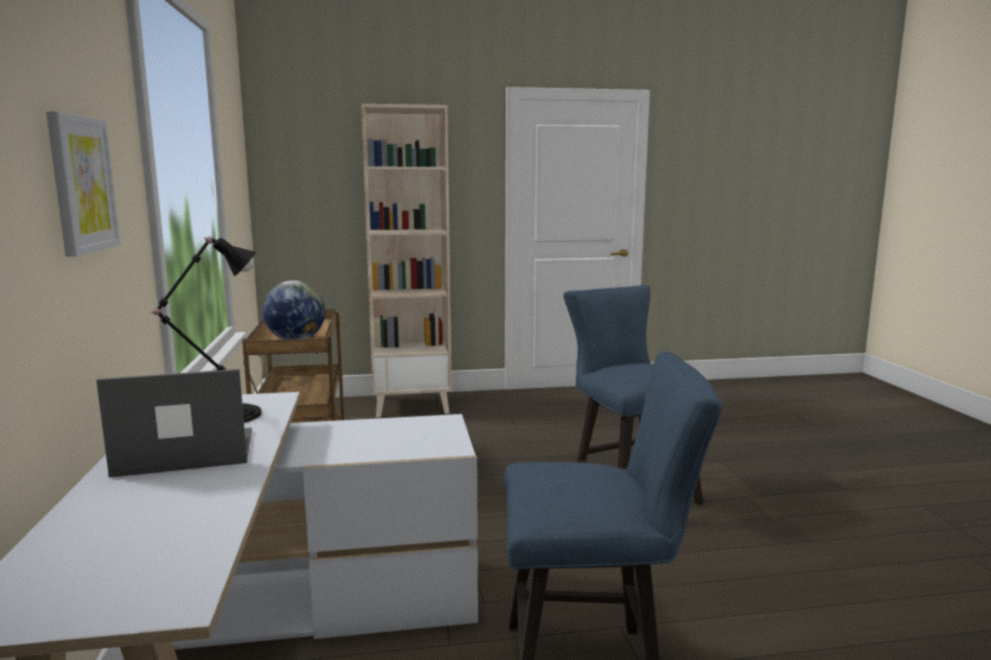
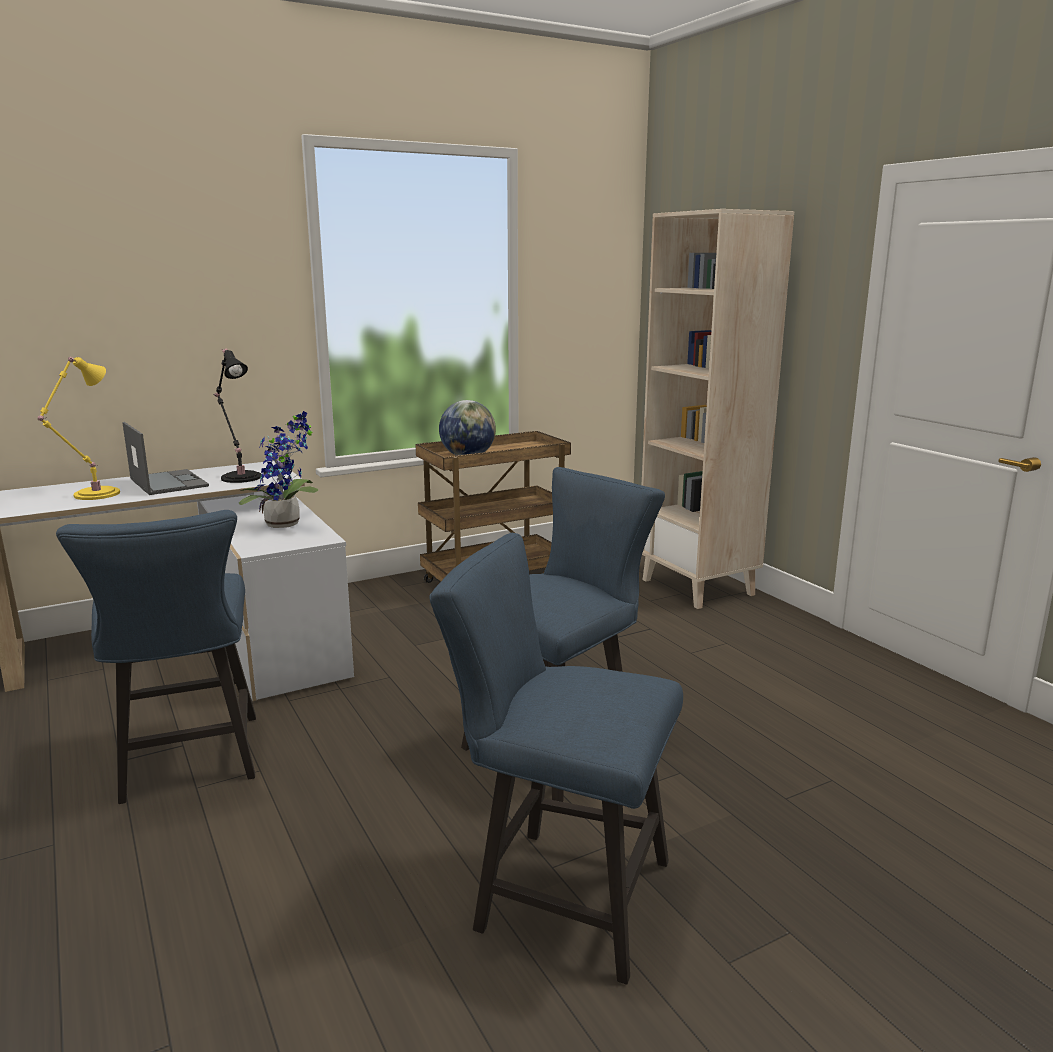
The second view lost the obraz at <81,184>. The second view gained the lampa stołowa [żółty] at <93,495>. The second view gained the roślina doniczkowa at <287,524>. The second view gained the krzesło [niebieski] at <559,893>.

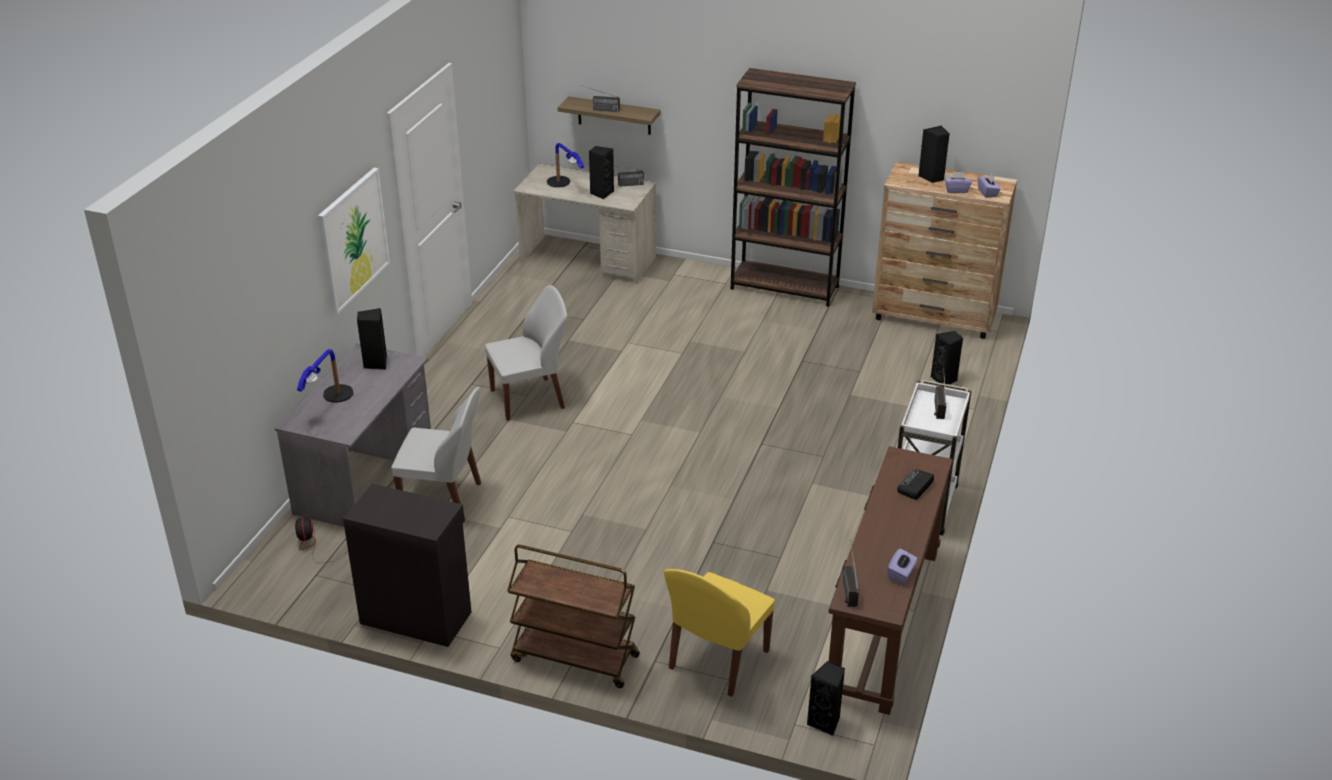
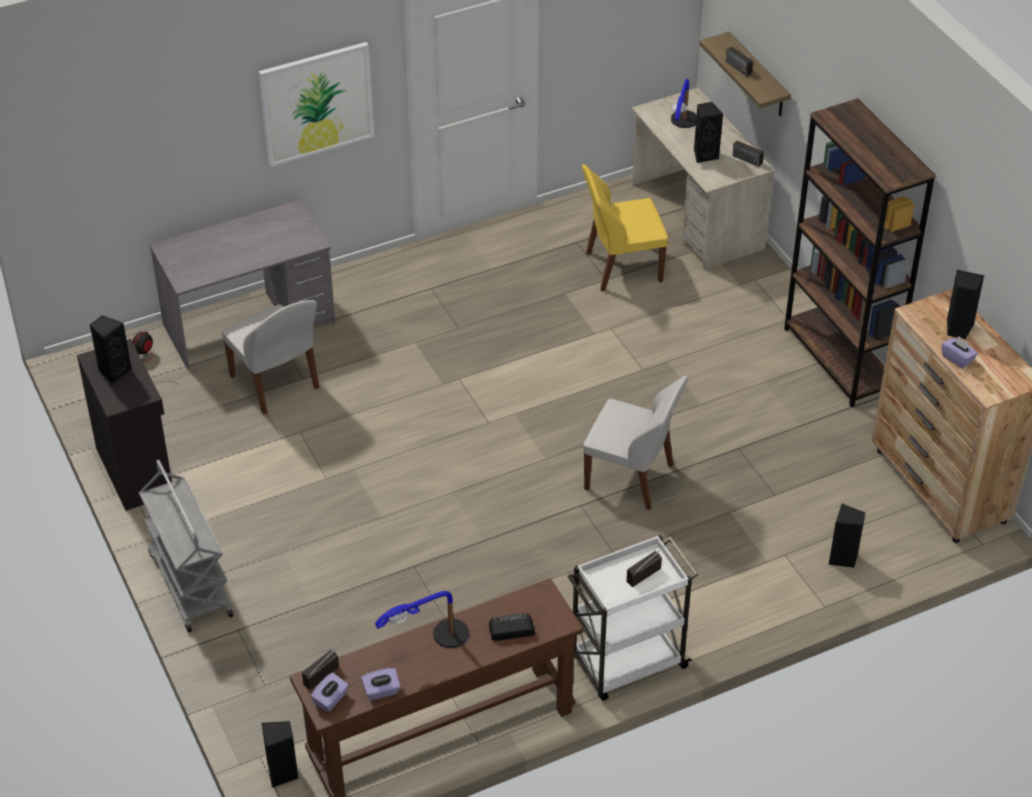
The lampa stołowa ended up elsewhere, having gone from <330,403> to <432,641>. The głośnik [czarny] ended up elsewhere, having gone from <375,363> to <114,372>. The krzesło [biały] ended up elsewhere, having gone from <530,399> to <631,478>. What was the wózek [brązowy] at <574,658> turned into the wózek [szary] at <190,584>. The krzesło [żółty] ended up elsewhere, having gone from <717,661> to <621,267>. The pudełko chusteczek [fioletowy] ended up elsewhere, having gone from <987,193> to <330,699>.

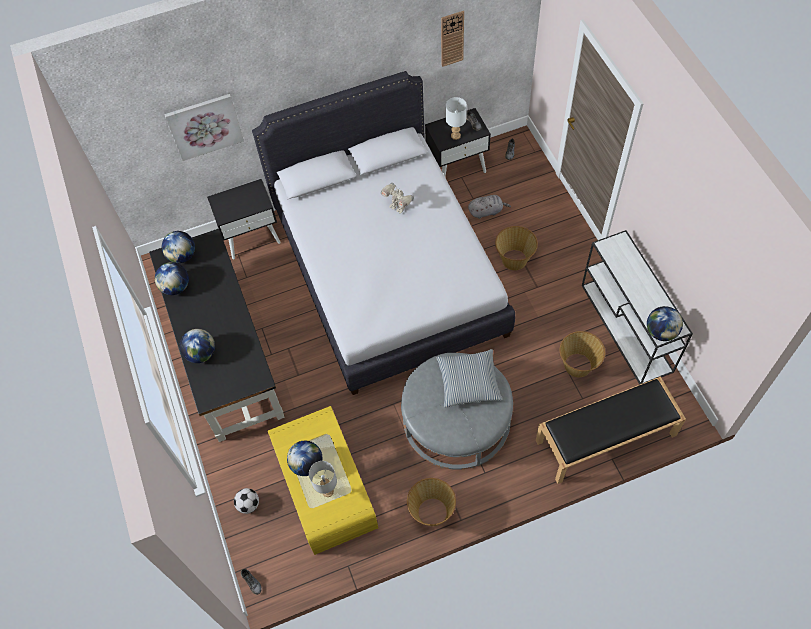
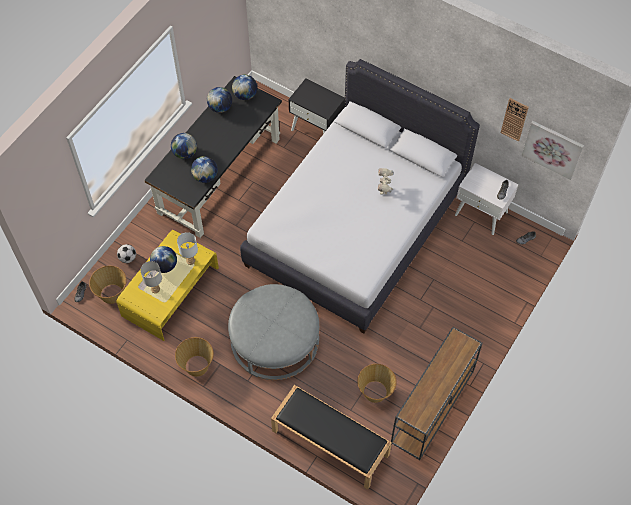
The obraz ended up elsewhere, having gone from <204,126> to <552,149>. What was the szafka nocna [czarny] at <457,166> turned into the szafka nocna [biały] at <481,213>. The second view lost the poduszka at <468,382>. The lampa stołowa [biały] ended up elsewhere, having gone from <455,136> to <190,261>. The second view lost the pluszak [szary] at <486,211>. The koszyk ended up elsewhere, having gone from <514,259> to <112,294>. What was the stolik konsolowy [biały] at <627,328> turned into the stolik konsolowy [brązowy] at <432,408>. The globus ended up elsewhere, having gone from <661,332> to <205,176>.

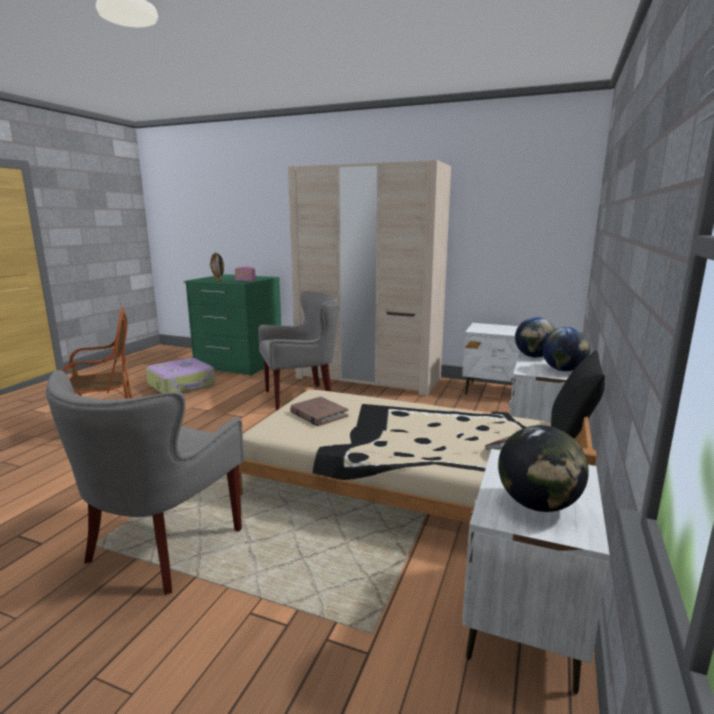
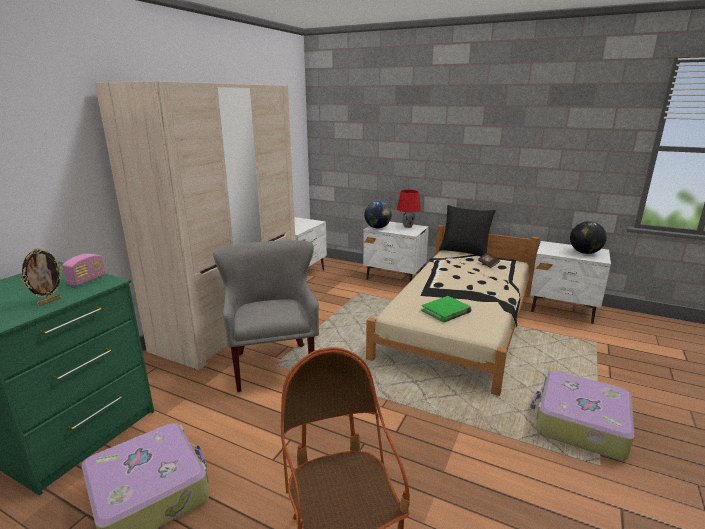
Where the fotel [szary] stood at <161,547>, the walizka came to stand at <579,424>. What was the książka [brązowy] at <318,414> turned into the książka [zielony] at <446,311>. Where the globus stood at <563,370>, the lampa stołowa [czerwony] came to stand at <407,226>.

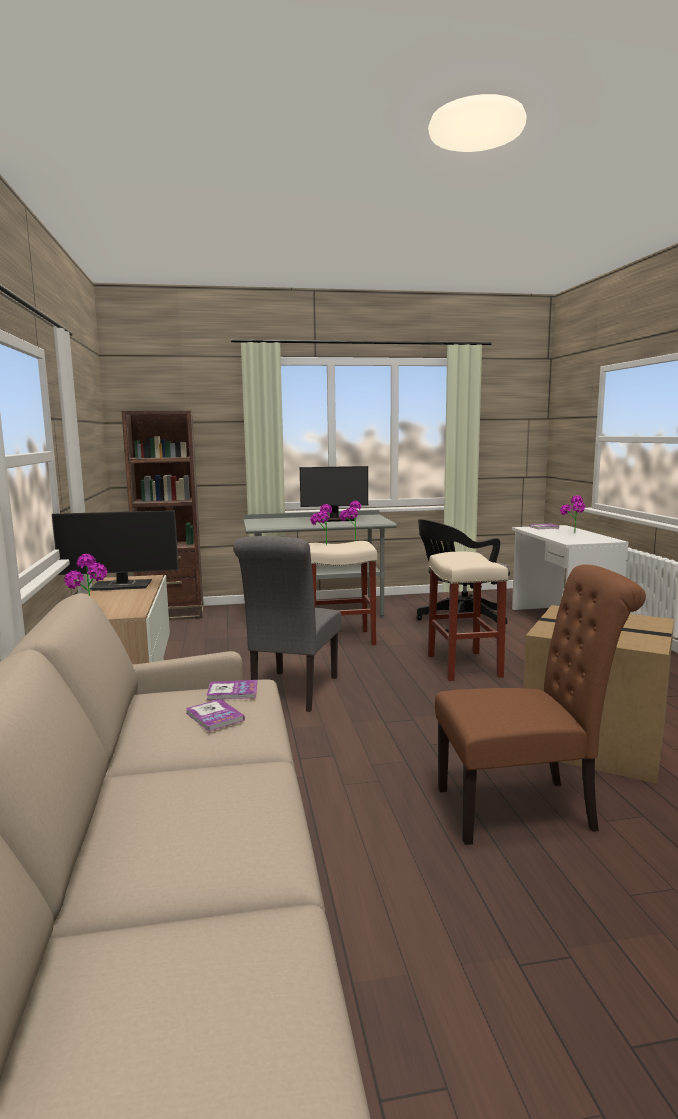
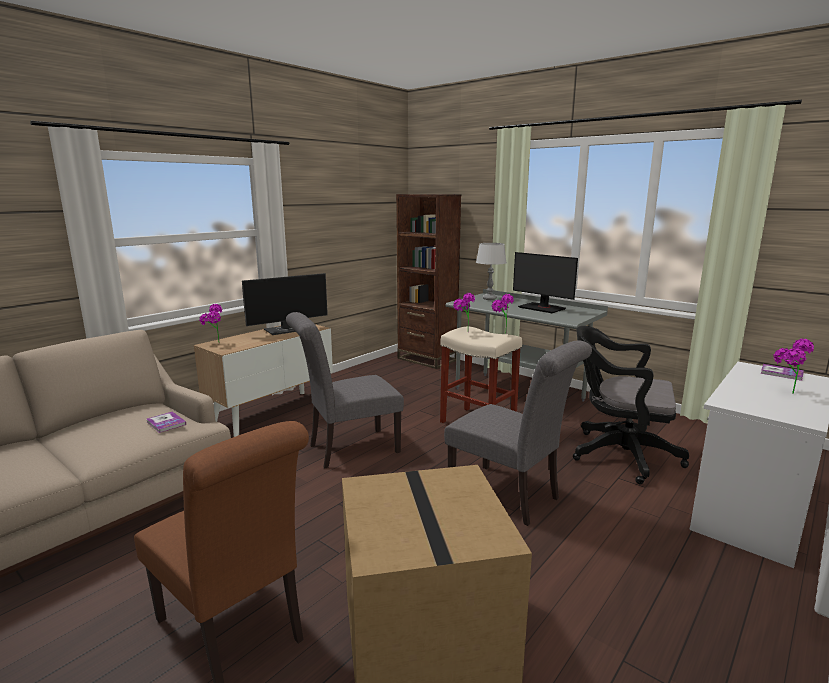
The monitor at <123,585> ended up facing another way, 75 degrees counterclockwise from before. The second view lost the książka at <214,716>. Where the stołek [beżowy] stood at <465,666>, the krzesło [szary] came to stand at <509,496>. The second view gained the lampa stołowa [szary] at <489,299>.

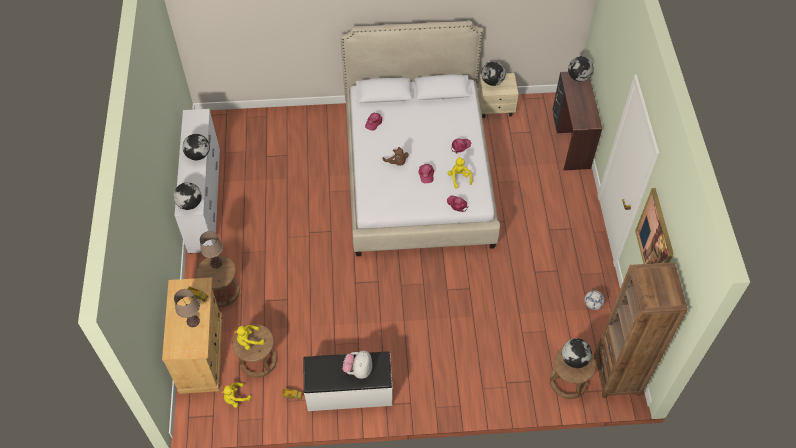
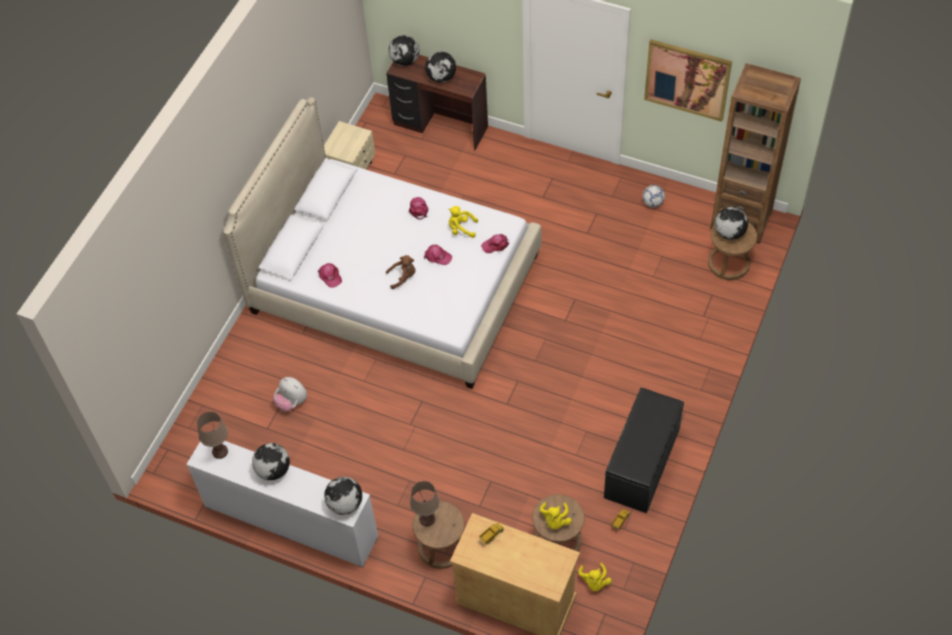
The lampa stołowa [brązowy] ended up elsewhere, having gone from <193,321> to <220,452>. What was the ławka [biały] at <349,391> turned into the ławka [czarny] at <642,463>. The pluszak ended up elsewhere, having gone from <358,370> to <292,402>. The globus ended up elsewhere, having gone from <492,82> to <442,77>.

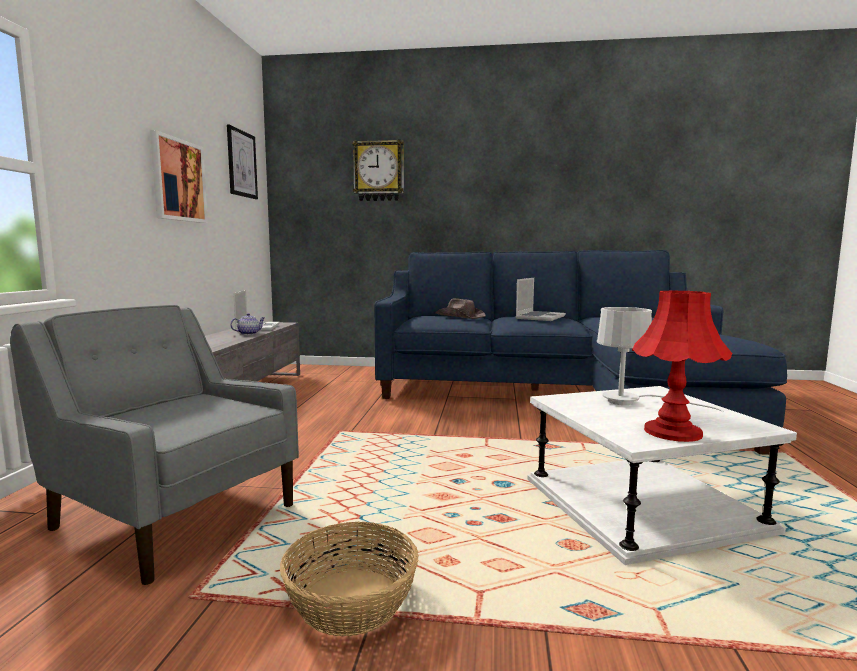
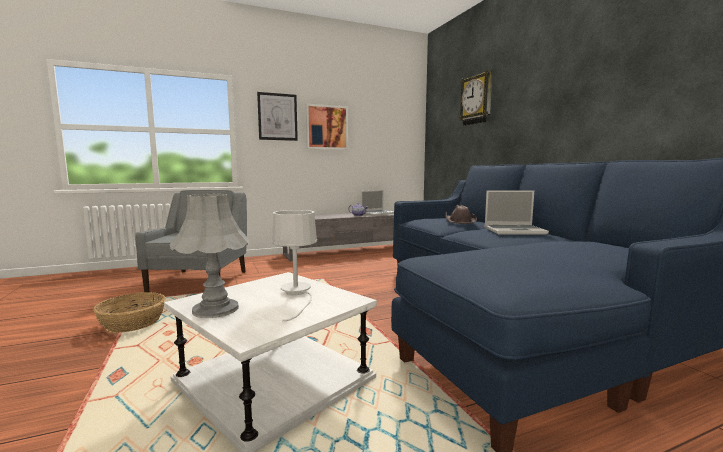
The obraz ended up elsewhere, having gone from <242,164> to <277,117>. What was the lampa stołowa [czerwony] at <673,432> turned into the lampa stołowa [szary] at <215,309>.

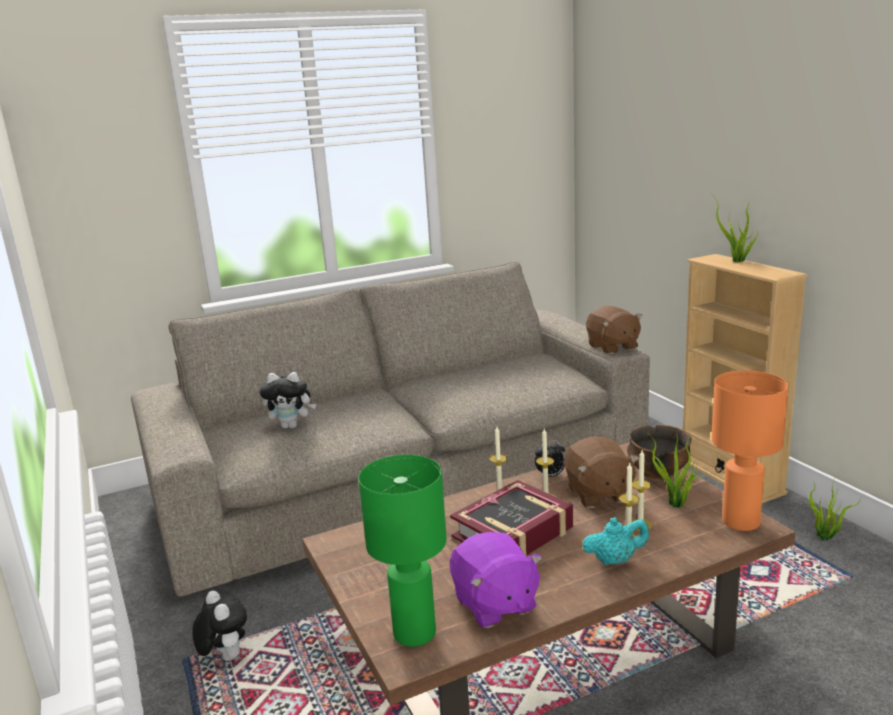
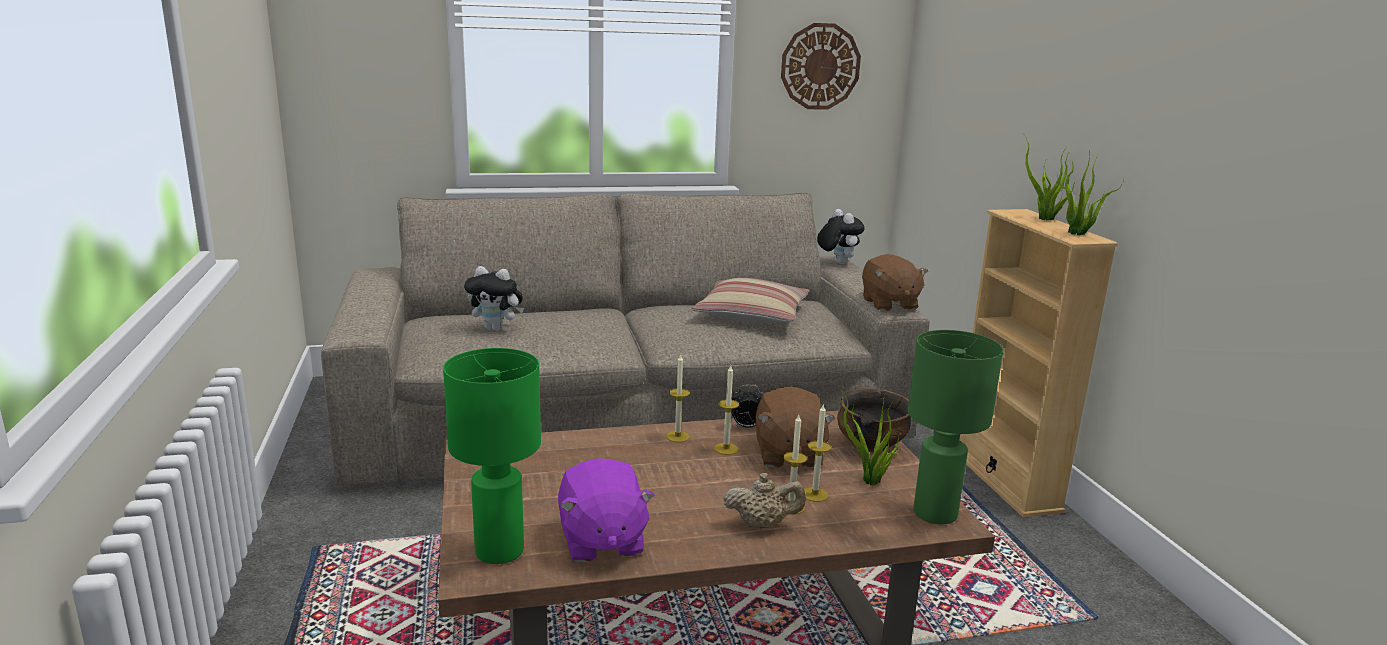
The pluszak ended up elsewhere, having gone from <225,657> to <837,263>. The second view lost the książka at <513,533>. What was the imbryk [turkusowy] at <615,560> turned into the imbryk [beżowy] at <762,524>. What was the lampa stołowa [pomarańczowy] at <741,522> turned into the lampa stołowa [zielony] at <935,514>. The roślina doniczkowa ended up elsewhere, having gone from <825,538> to <1077,234>. The second view gained the poduszka at <751,314>. The second view gained the zegar ścienny at <820,66>.

